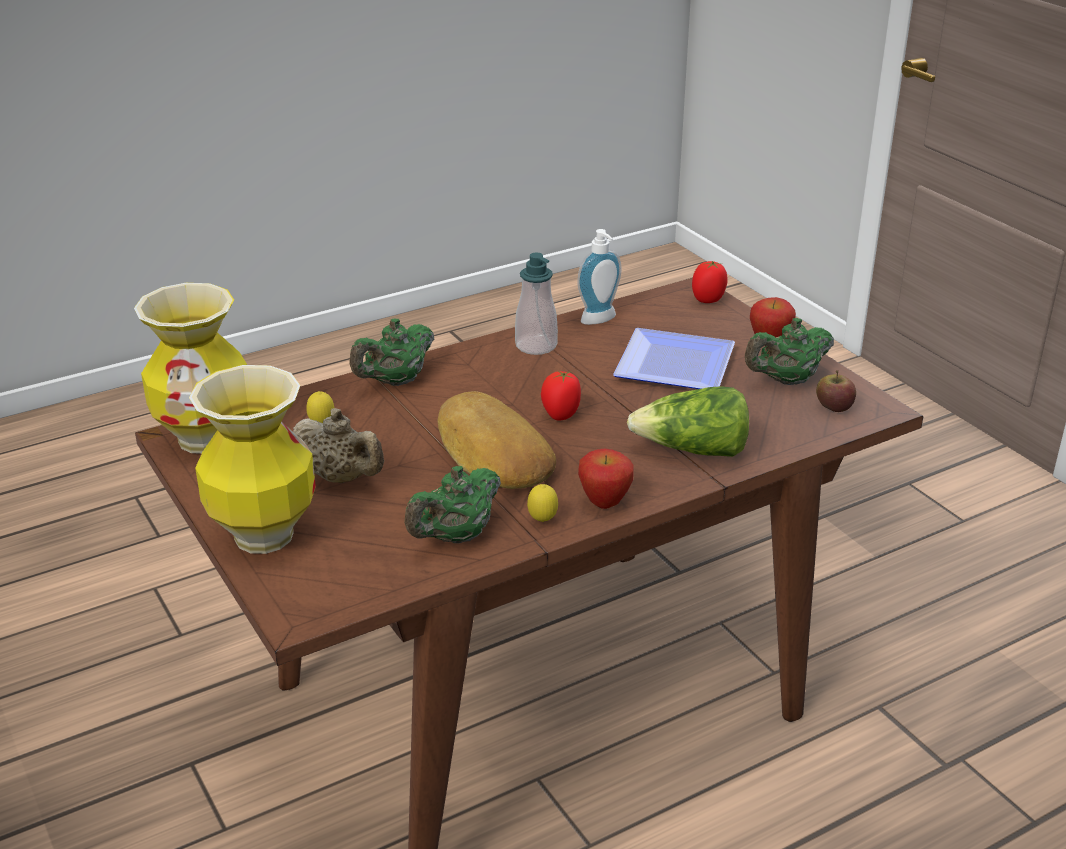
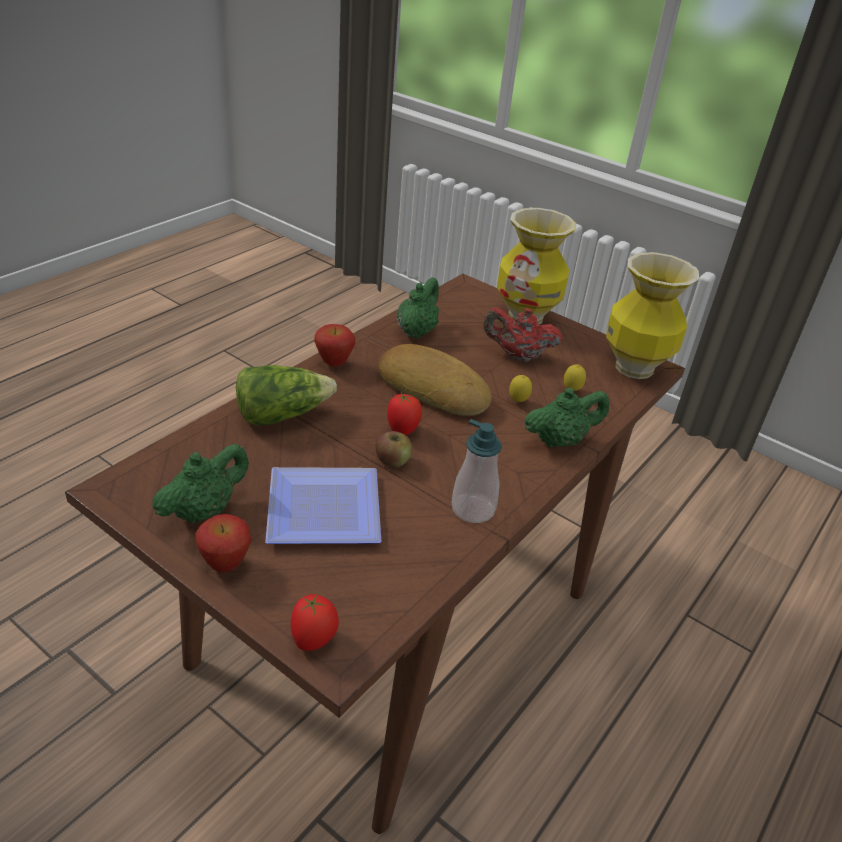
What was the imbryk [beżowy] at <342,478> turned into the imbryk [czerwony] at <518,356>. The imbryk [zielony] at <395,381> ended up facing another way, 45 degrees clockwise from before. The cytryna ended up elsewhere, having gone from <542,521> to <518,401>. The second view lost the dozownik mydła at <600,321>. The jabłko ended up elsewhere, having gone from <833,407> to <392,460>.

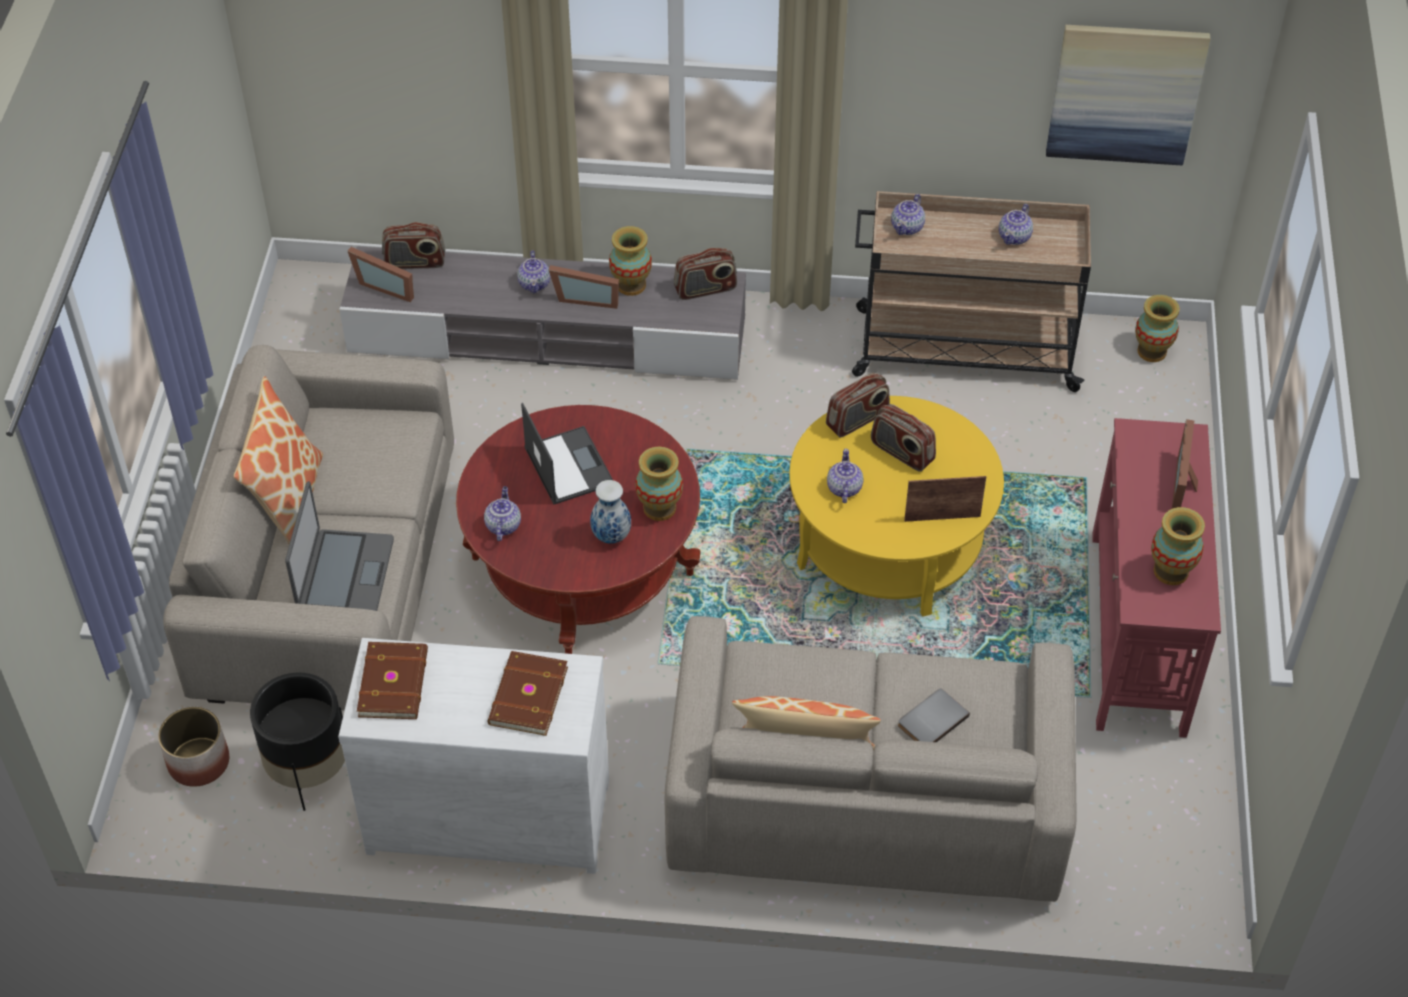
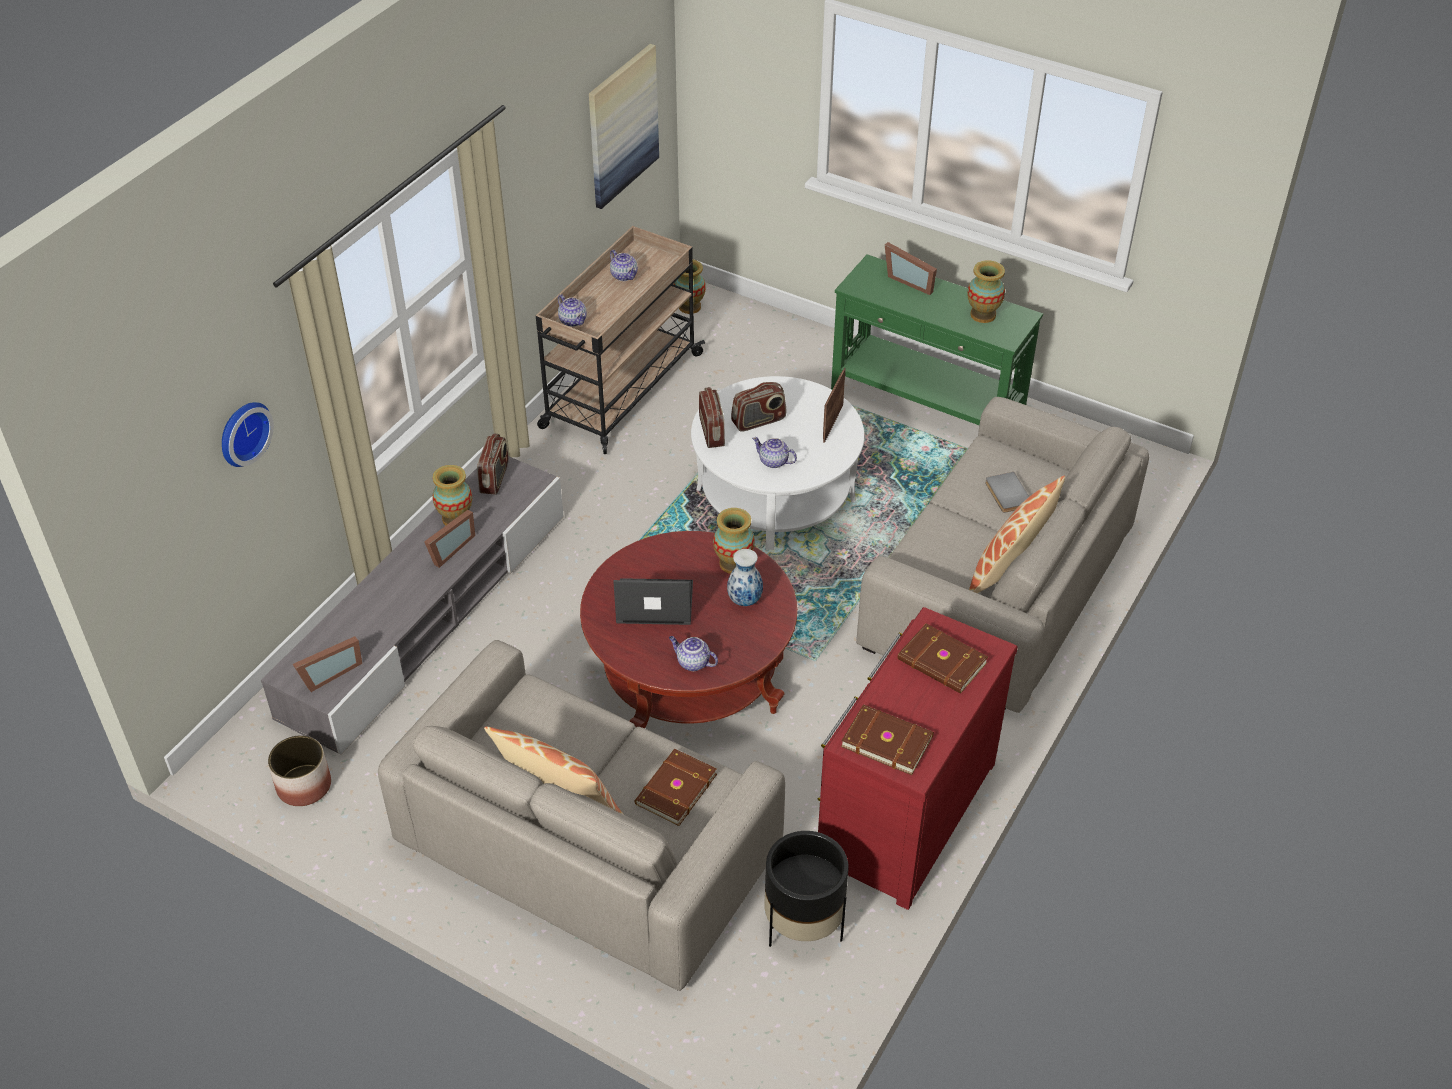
The donica ended up elsewhere, having gone from <198,761> to <303,786>. Where the laptop stood at <344,575>, the książka [brązowy] came to stand at <674,789>. What was the komoda [biały] at <488,809> turned into the komoda [czerwony] at <902,812>. The second view lost the radio at <415,262>. The second view lost the imbryk at <535,283>. What was the ława [żółty] at <889,541> turned into the ława [biały] at <775,494>. What was the stolik konsolowy [czerwony] at <1136,632> turned into the stolik konsolowy [zielony] at <927,407>. The second view gained the zegar ścienny at <242,432>.

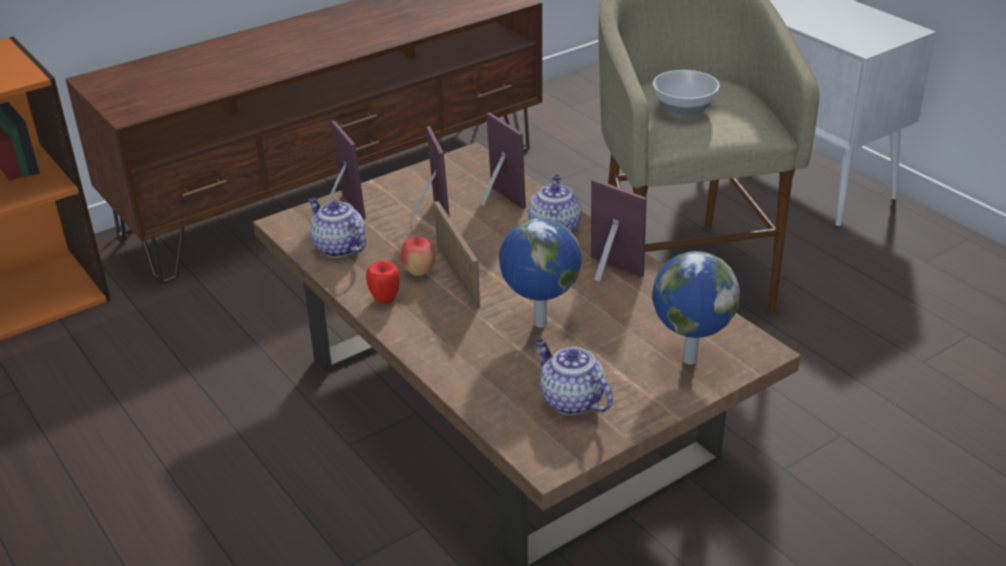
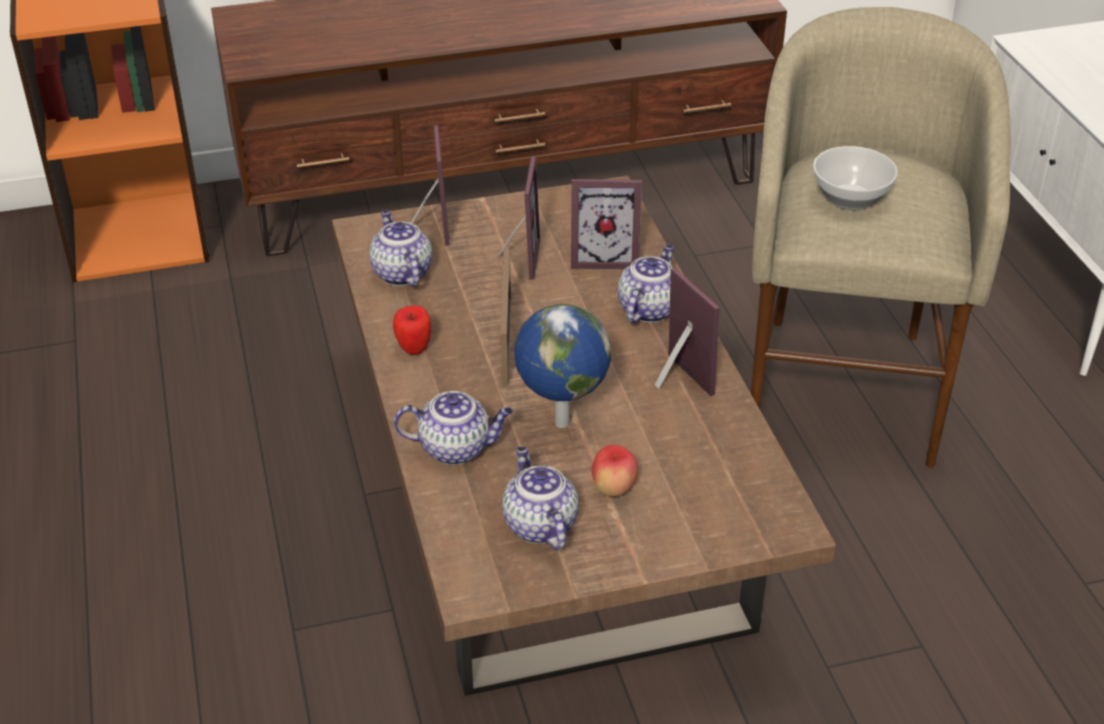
The jabłko ended up elsewhere, having gone from <419,272> to <614,489>. The ramka na zdjęcie at <496,201> ended up facing another way, 105 degrees clockwise from before. The second view lost the globus at <688,359>. The second view gained the imbryk at <456,448>.

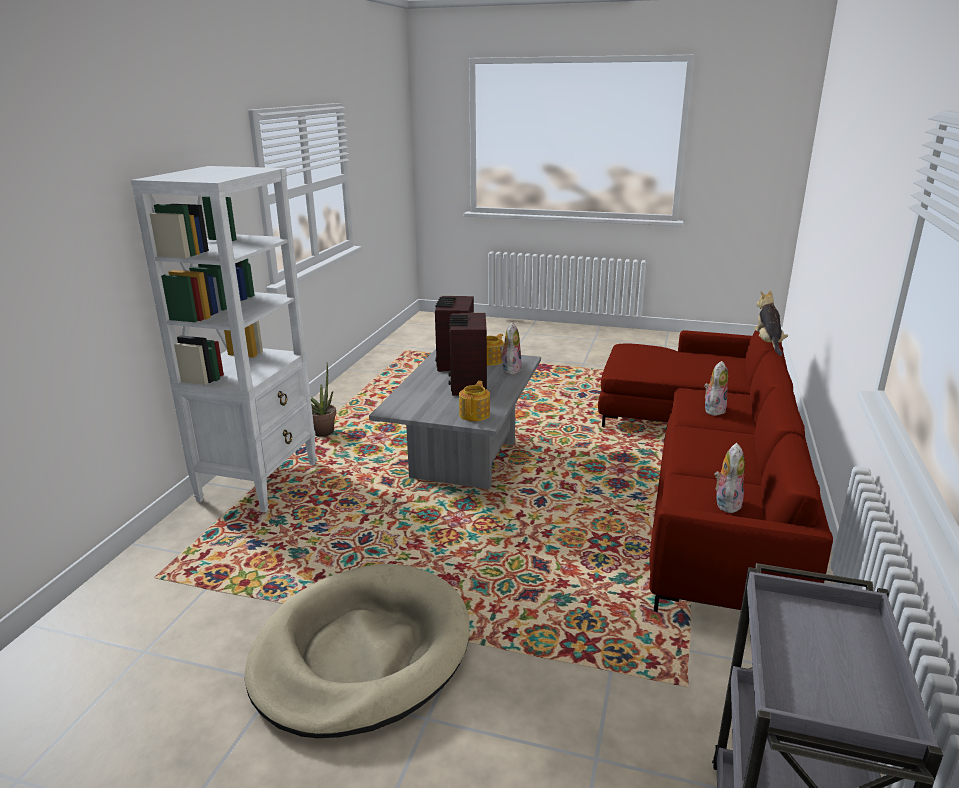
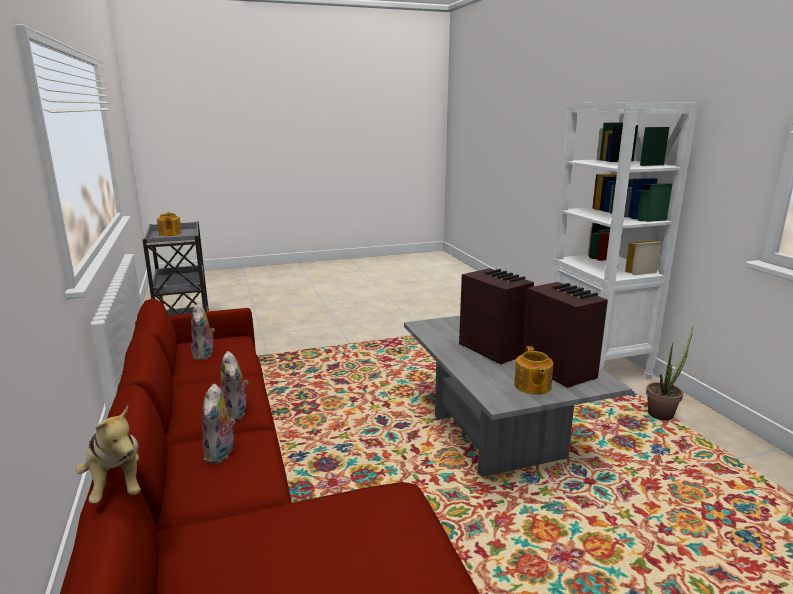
The second view lost the legowisko [beżowy] at <361,653>. The imbryk ended up elsewhere, having gone from <475,414> to <170,234>. The pluszak ended up elsewhere, having gone from <510,369> to <236,413>.

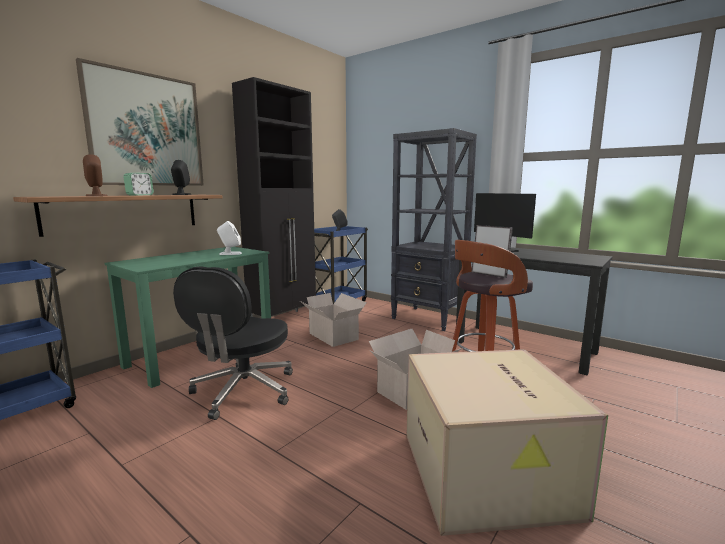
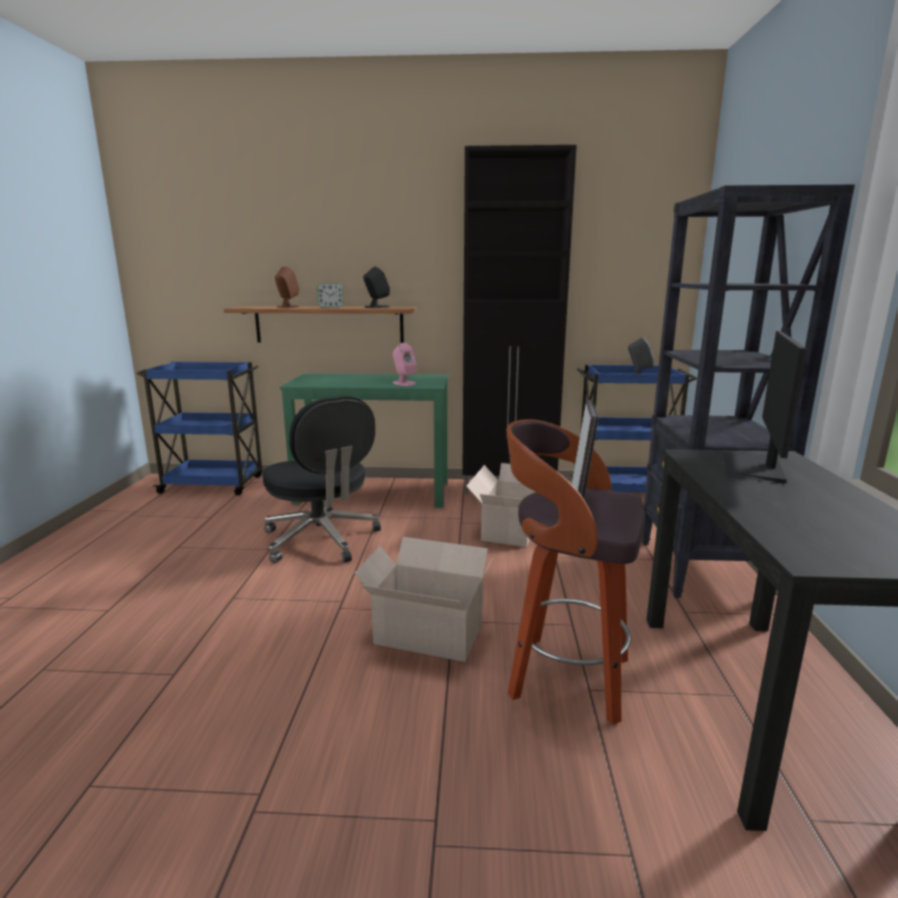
The second view lost the obraz at <146,130>. The krzesło biurowe [czarny] at <243,391> ended up facing another way, 105 degrees counterclockwise from before. What was the głośnik [biały] at <230,253> turned into the głośnik [różowy] at <404,383>. The second view lost the karton at <489,474>.

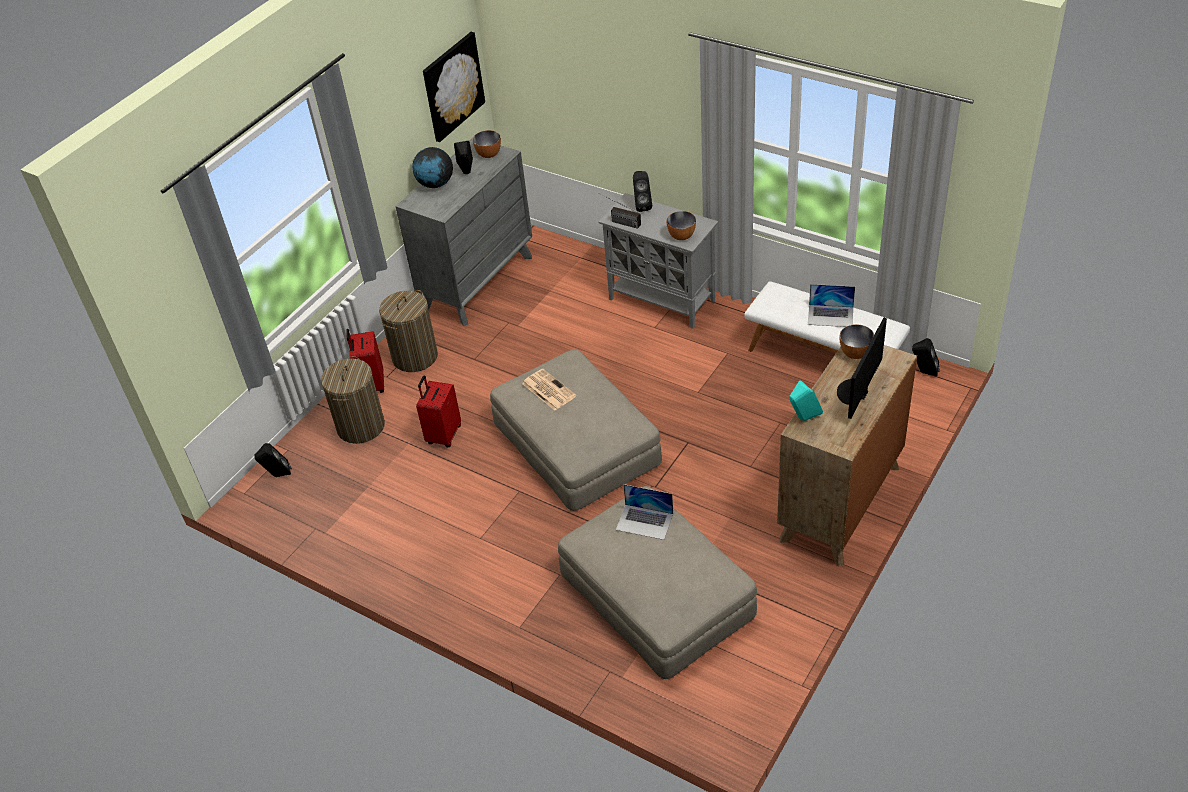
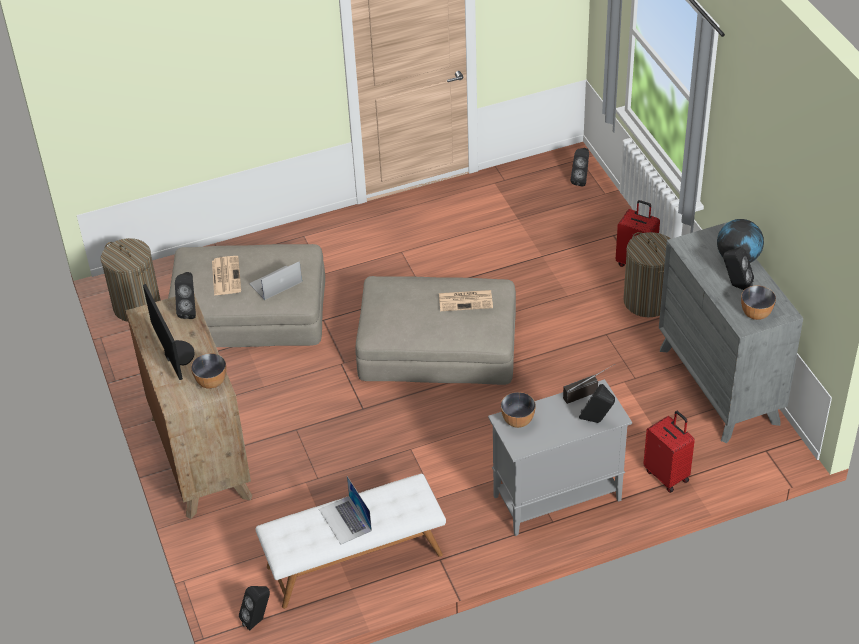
The kosz na pranie ended up elsewhere, having gone from <361,426> to <137,306>. The walizka [czerwony] ended up elsewhere, having gone from <443,435> to <667,475>. The second view lost the obraz at <452,86>. What was the głośnik [turkusowy] at <803,419> turned into the głośnik [czarny] at <190,310>. The laptop at <830,316> ended up facing another way, 75 degrees counterclockwise from before. The second view gained the gazeta at <226,276>.

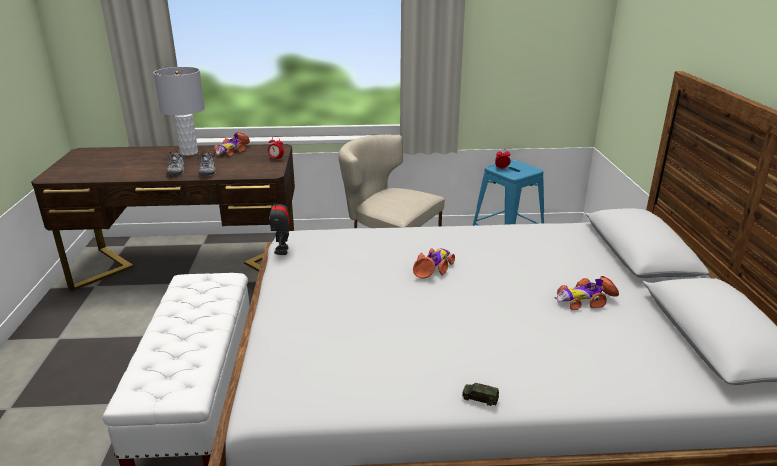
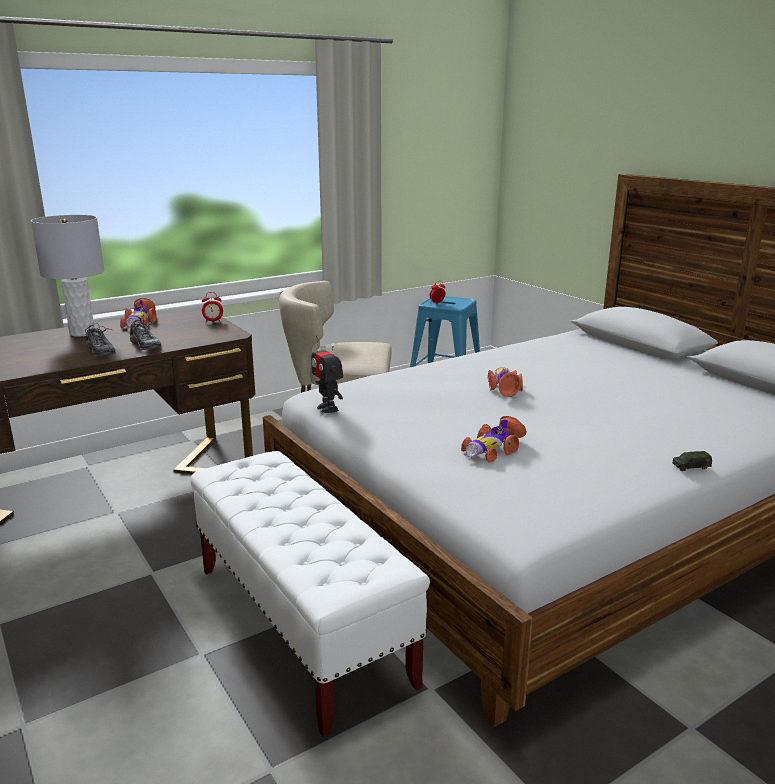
The samochodzik ended up elsewhere, having gone from <584,300> to <493,450>.

